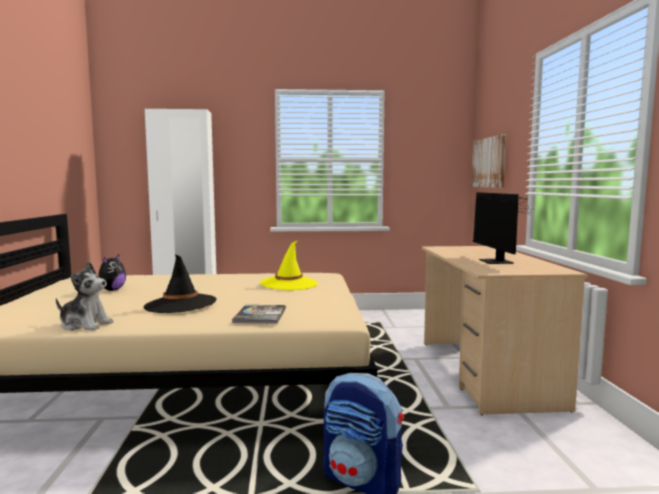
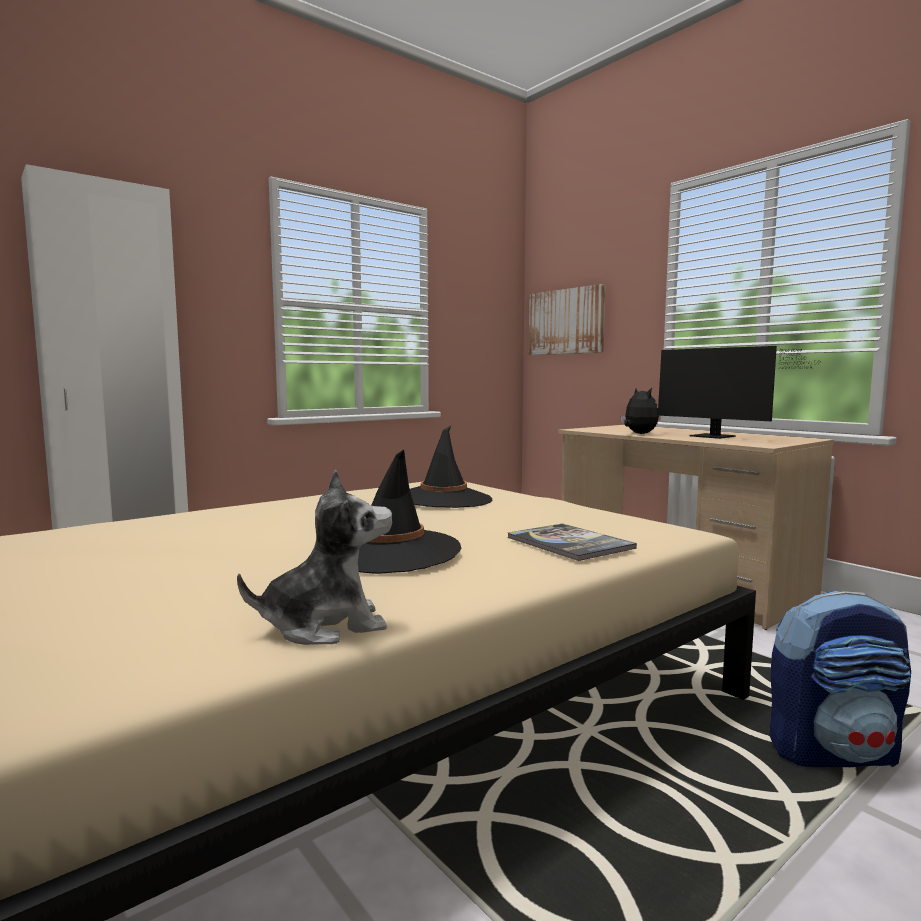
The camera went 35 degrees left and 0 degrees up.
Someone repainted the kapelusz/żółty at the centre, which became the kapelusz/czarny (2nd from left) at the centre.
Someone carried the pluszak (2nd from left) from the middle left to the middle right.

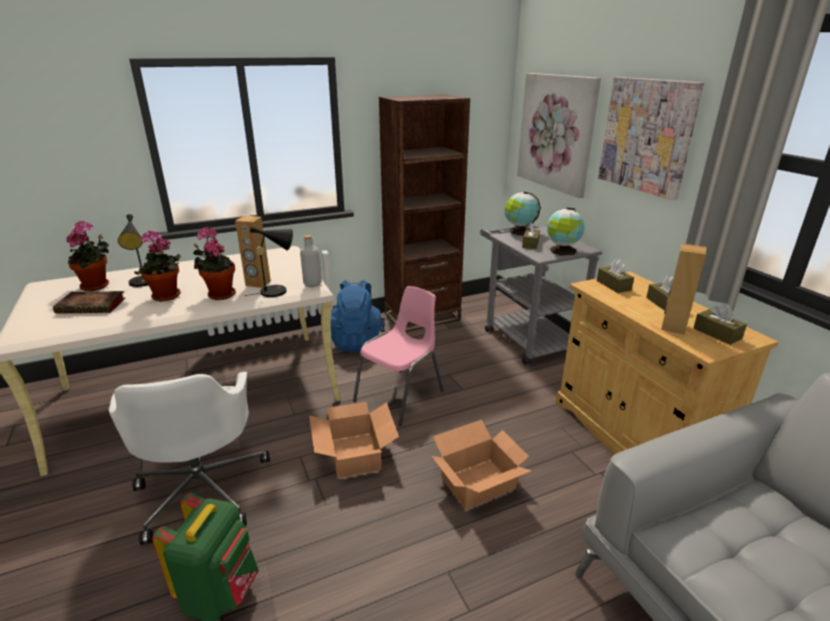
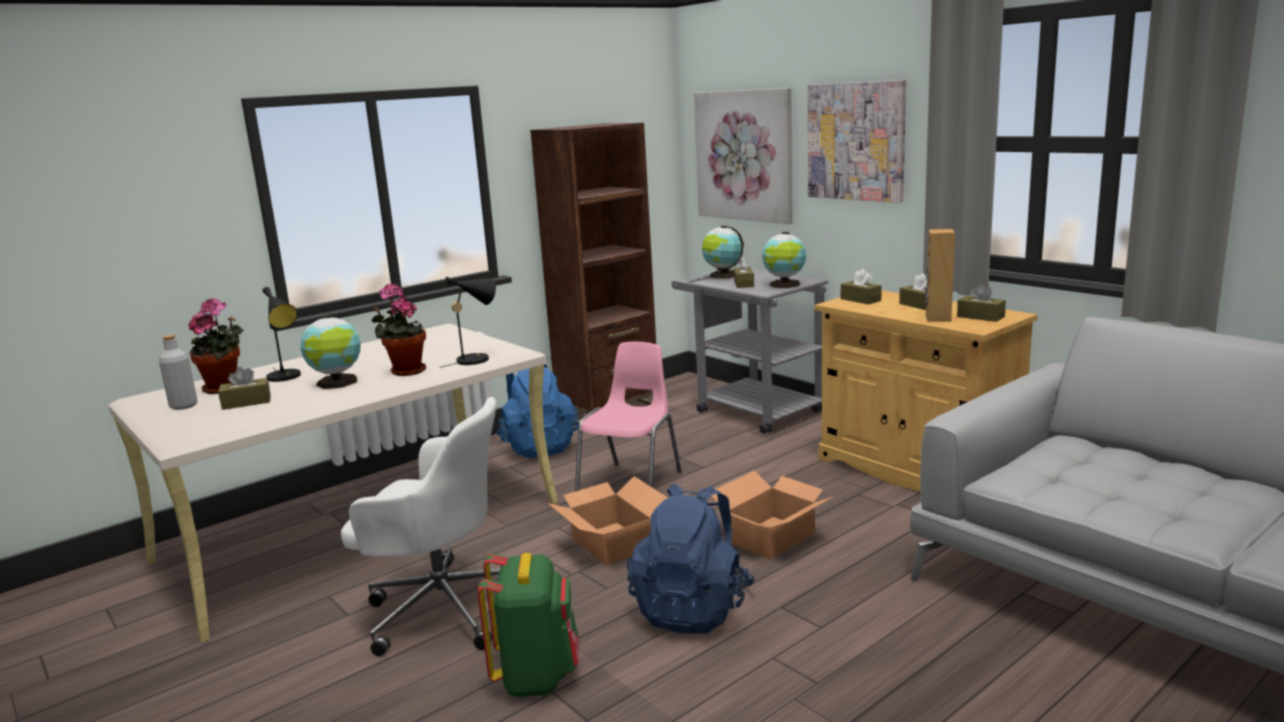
The camera went 15 degrees left and 10 degrees down.
Someone carried the butelka/szary from the centre to the middle left.
Someone swapped the książka at the middle left for the pudełko chusteczek/brązowy (1st from left) at the middle left.
Someone swapped the roślina doniczkowa (2nd from left) at the middle left for the globus (1st from left) at the middle left.
Someone rotated the krzesło biurowe/biały at the bottom left by 45 degrees counterclockwise.
Someone put down the plecak/niebieski (2nd from left) at the bottom centre.
Someone took away the głośnik/brązowy (1st from left) at the middle left.

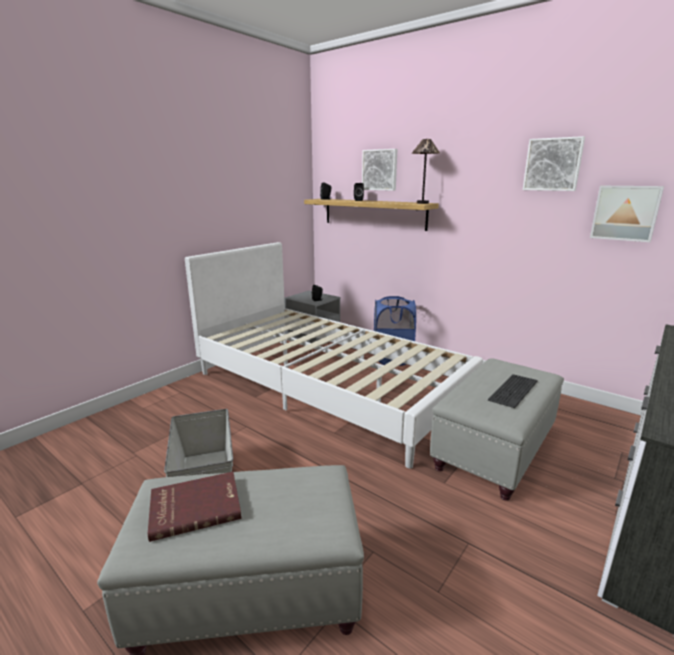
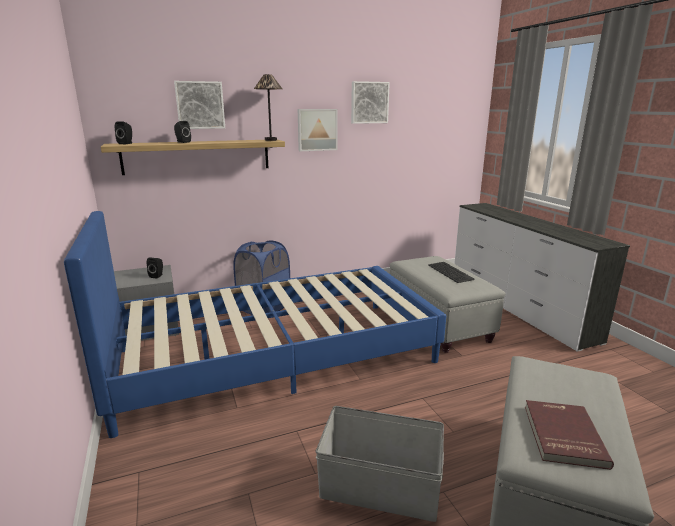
The camera went 60 degrees left and 0 degrees up.
Someone repainted the łóżko/biały at the centre, which became the łóżko/niebieski at the centre.
Someone carried the obraz (3rd from left in the first image) from the top right to the top centre.

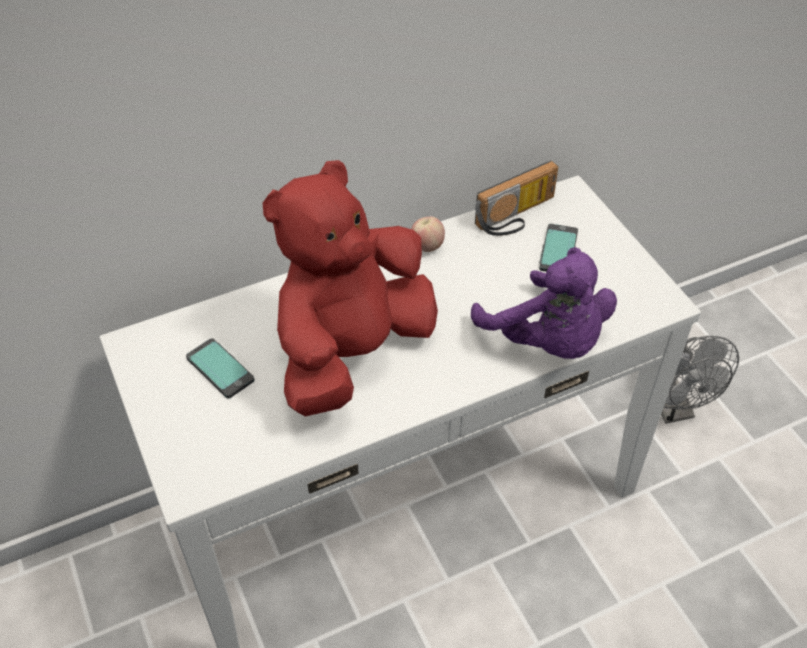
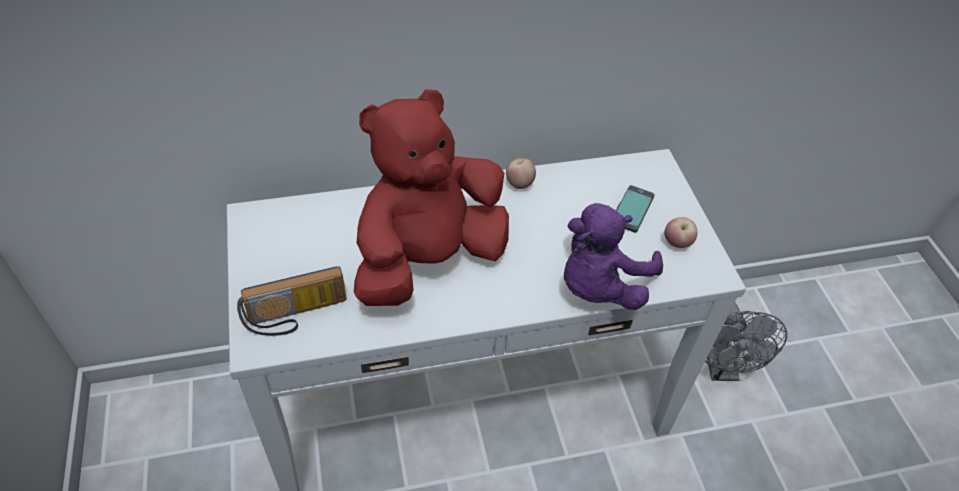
The camera went 10 degrees right and 0 degrees up.
Someone carried the radio from the top centre to the middle left.
Someone rotated the pluszak/fioletowy at the middle right by 60 degrees clockwise.
Someone put down the jabłko (2nd from left) at the middle right.
Someone took away the telefon (1st from left) at the middle left.

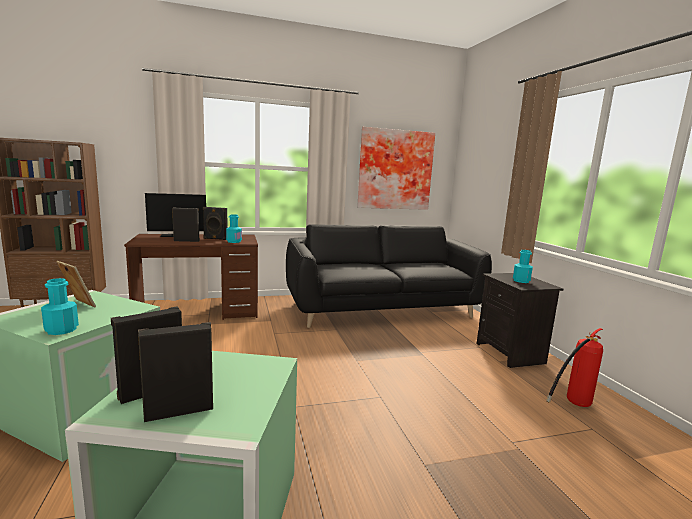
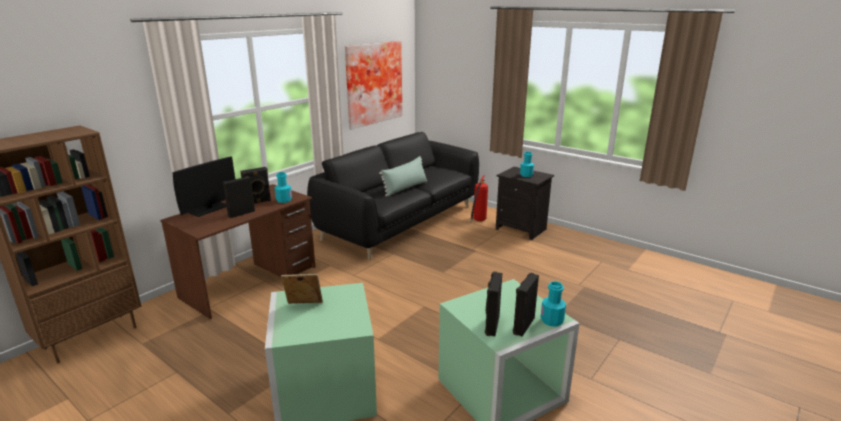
The camera went 35 degrees left and 10 degrees up.
Someone put down the poduszka/zielony at the centre.
Someone carried the gaśnica from the bottom right to the centre.
Someone carried the butelka/turkusowy (1st from left in the first image) from the middle left to the bottom centre.

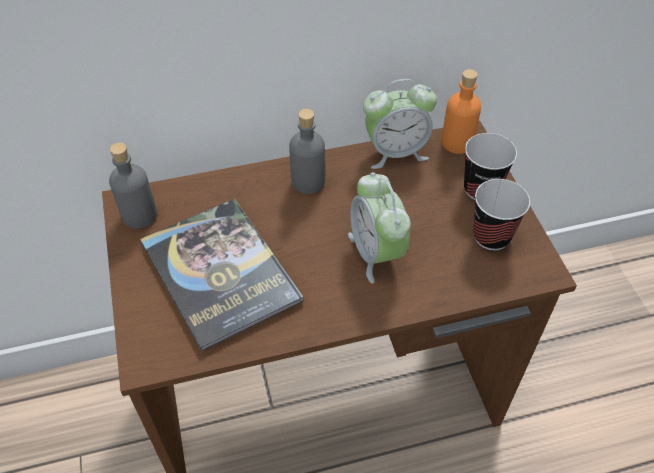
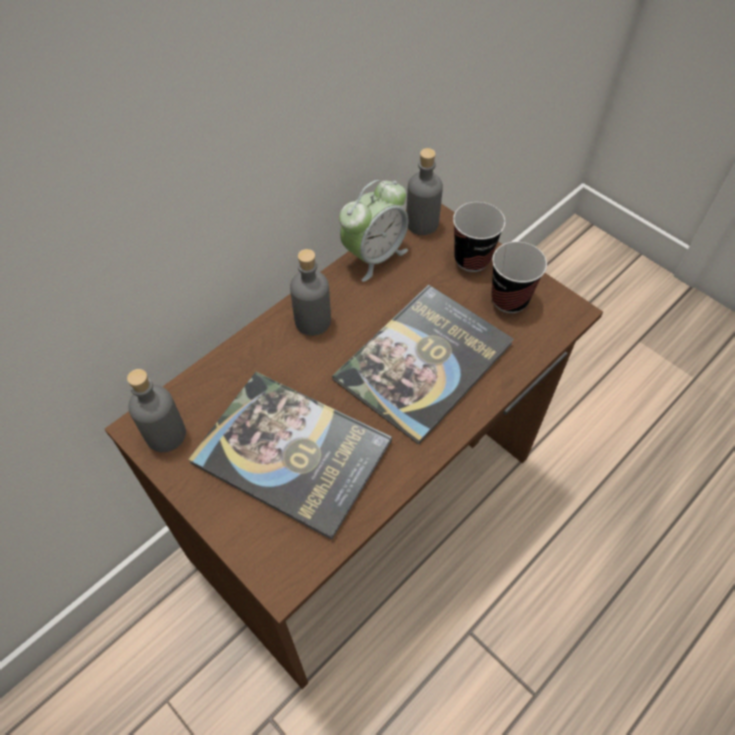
The camera went 30 degrees left and 5 degrees up.
Someone swapped the budzik (1st from left) at the centre for the książka (2nd from left) at the centre.
Someone repainted the butelka/pomarańczowy at the top right, which became the butelka/szary (3rd from left) at the top centre.

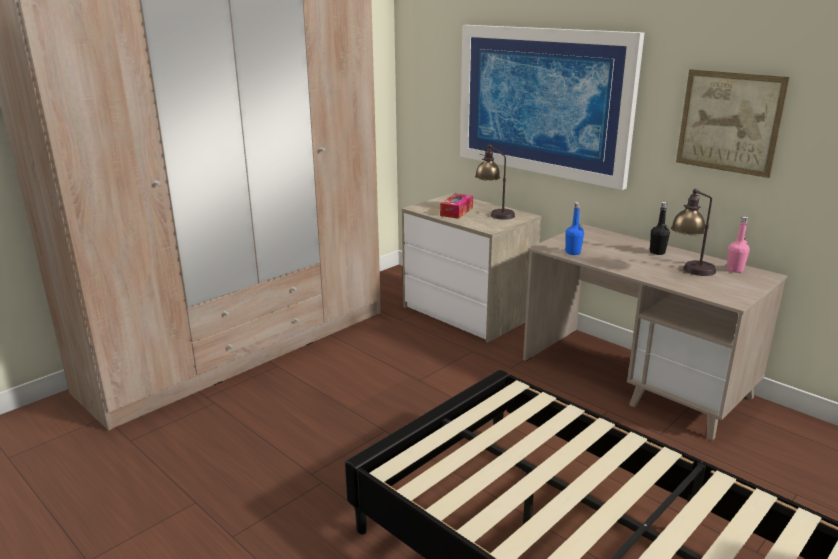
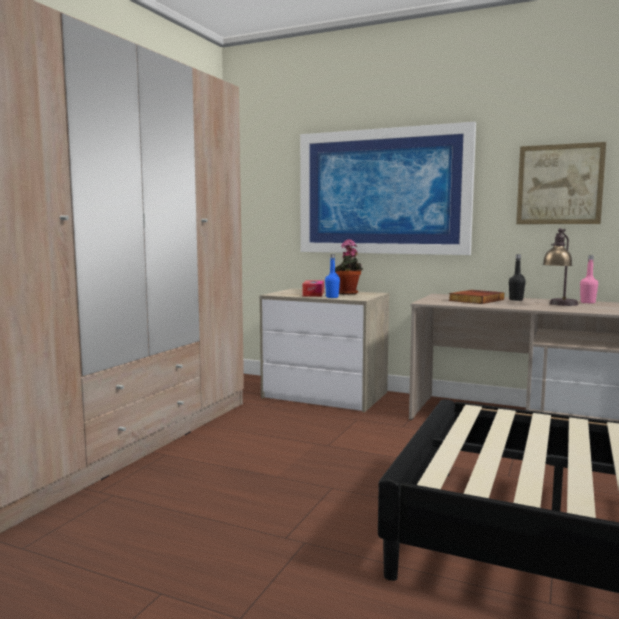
The camera went 20 degrees left and 15 degrees down.
Someone carried the butelka/niebieski from the middle right to the centre.
Someone swapped the lampa stołowa (1st from left) at the top centre for the roślina doniczkowa at the centre.
Someone put down the książka at the middle right.

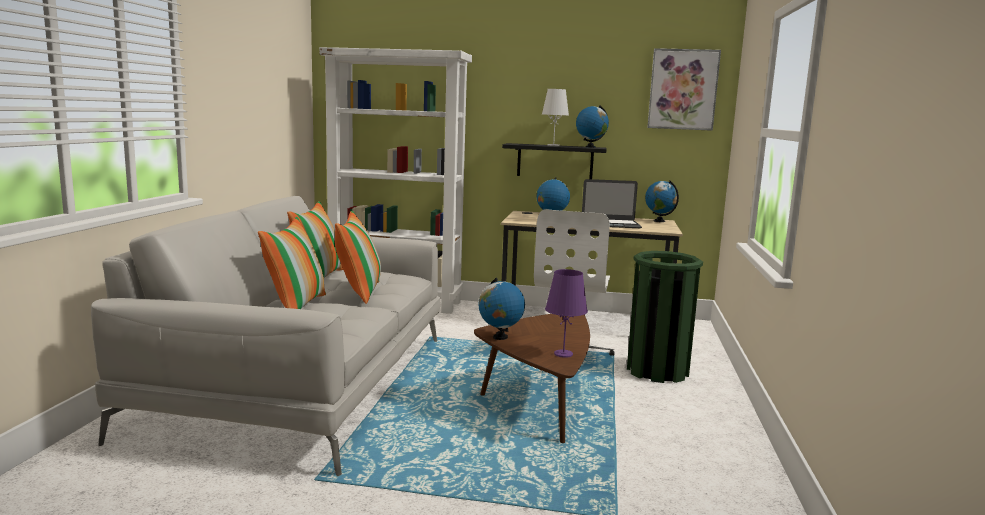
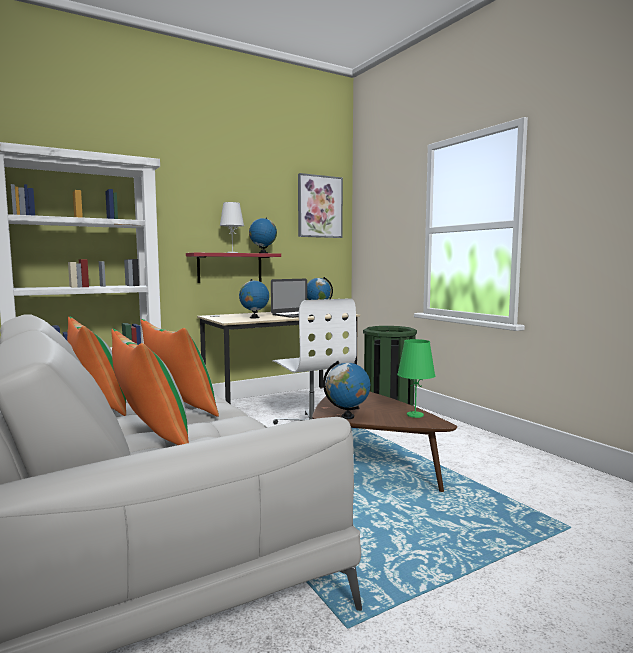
The camera went 40 degrees left and 5 degrees down.
Someone repainted the półka/czarny at the top centre, which became the półka/czerwony at the centre.
Someone repainted the lampa stołowa/fioletowy at the centre, which became the lampa stołowa/zielony at the centre.

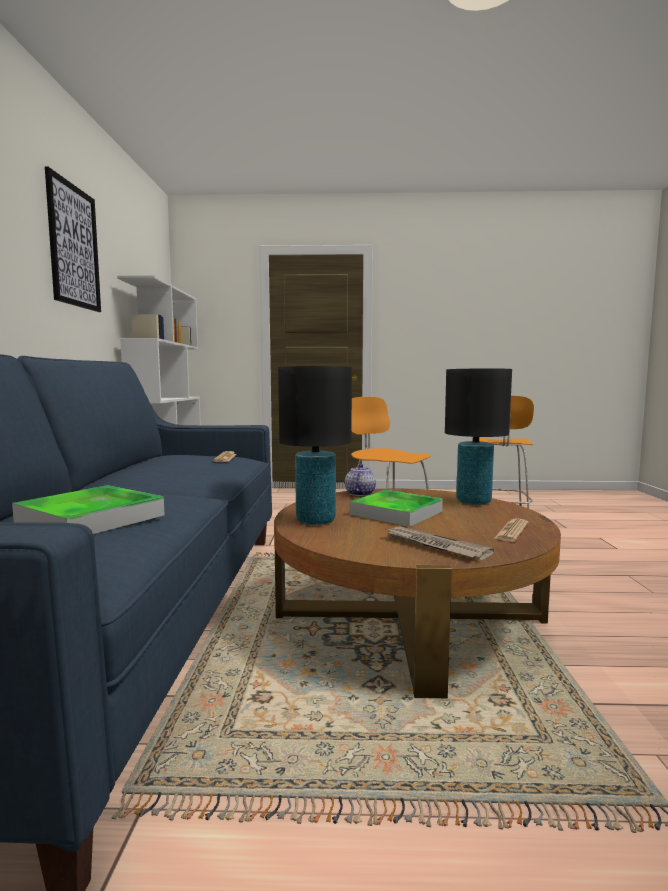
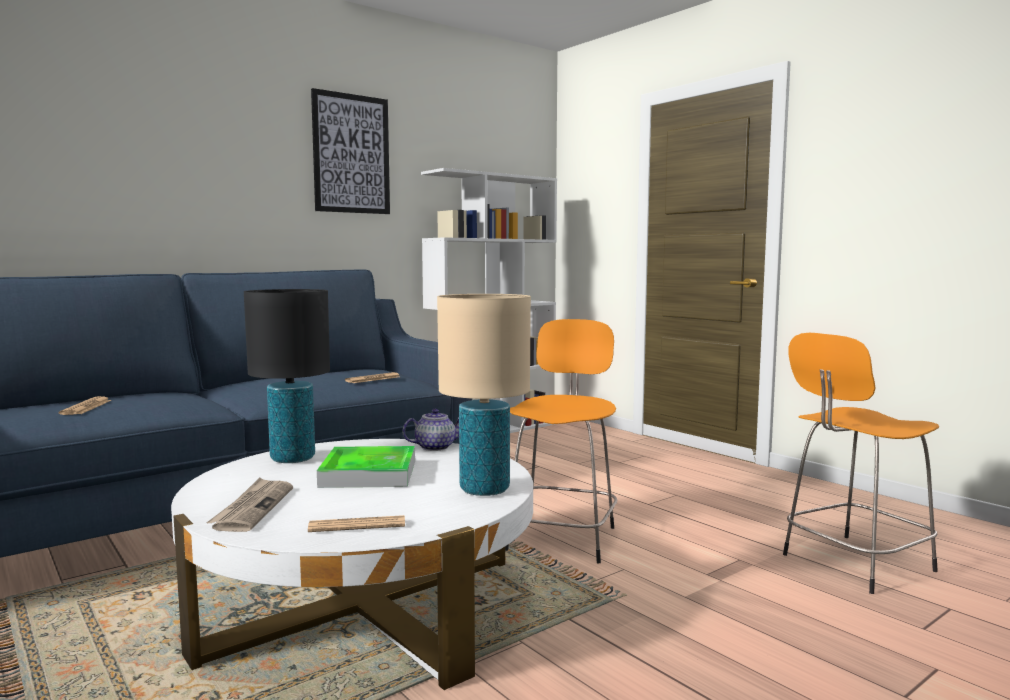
The camera went 50 degrees right and 0 degrees up.
Someone swapped the taca (1st from left) at the middle left for the gazeta (1st from left) at the middle left.
Someone repainted the ława/brązowy at the centre, which became the ława/biały at the bottom centre.
Someone repainted the lampa stołowa/czarny (2nd from left) at the middle right, which became the lampa stołowa/beżowy at the centre.

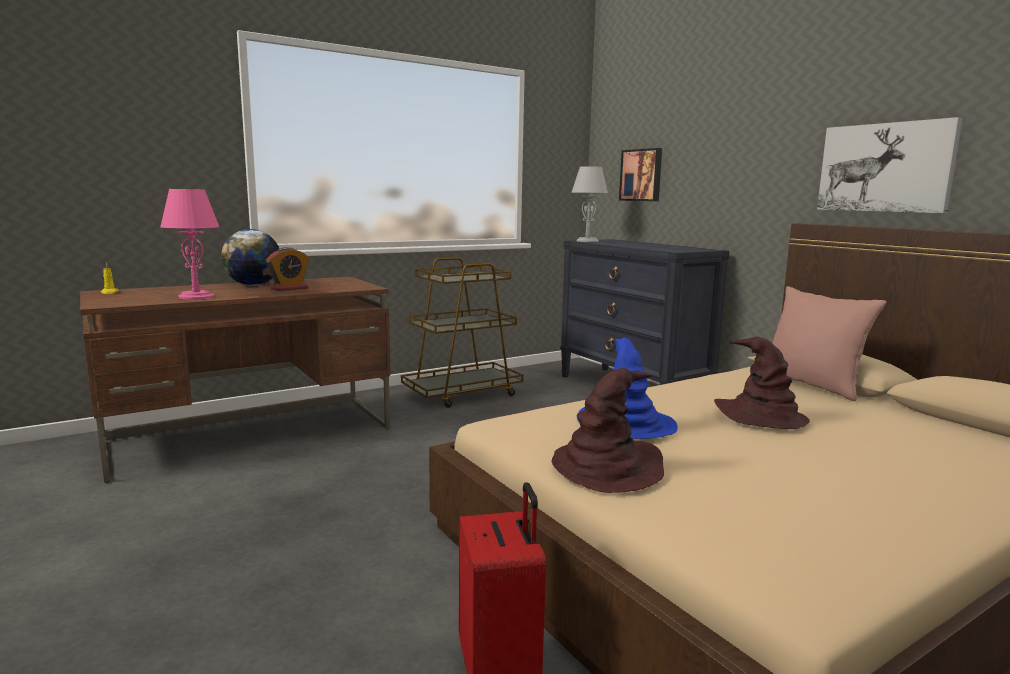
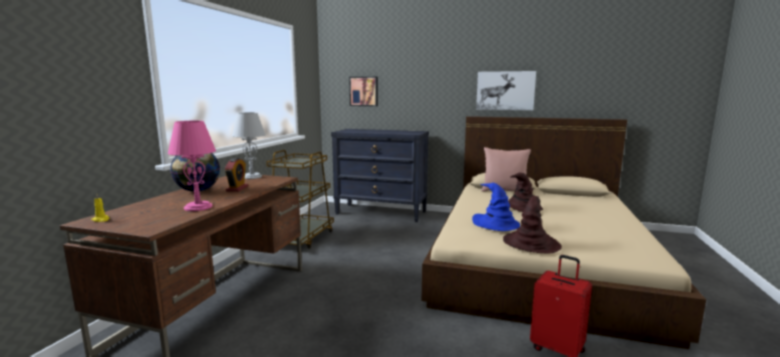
The camera went 40 degrees left and 0 degrees up.
Someone carried the lampa stołowa/szary from the top centre to the middle left.

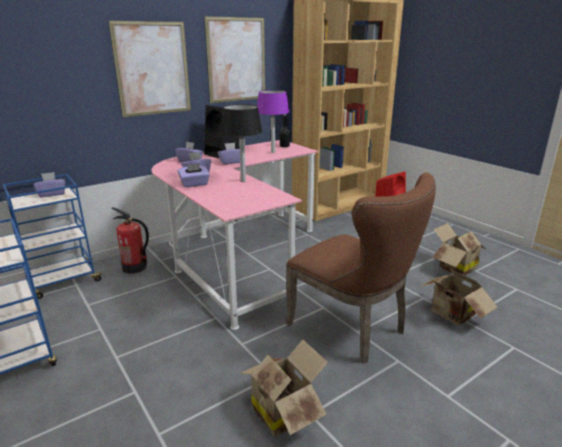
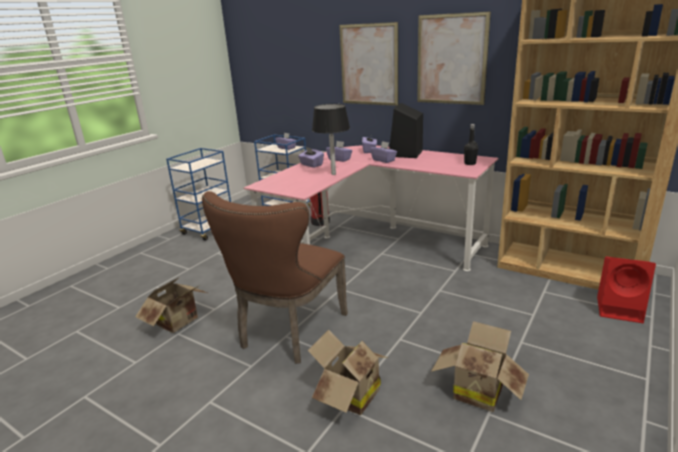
The camera went 70 degrees right and 0 degrees up.
Someone took away the lampa stołowa/fioletowy at the top centre.

